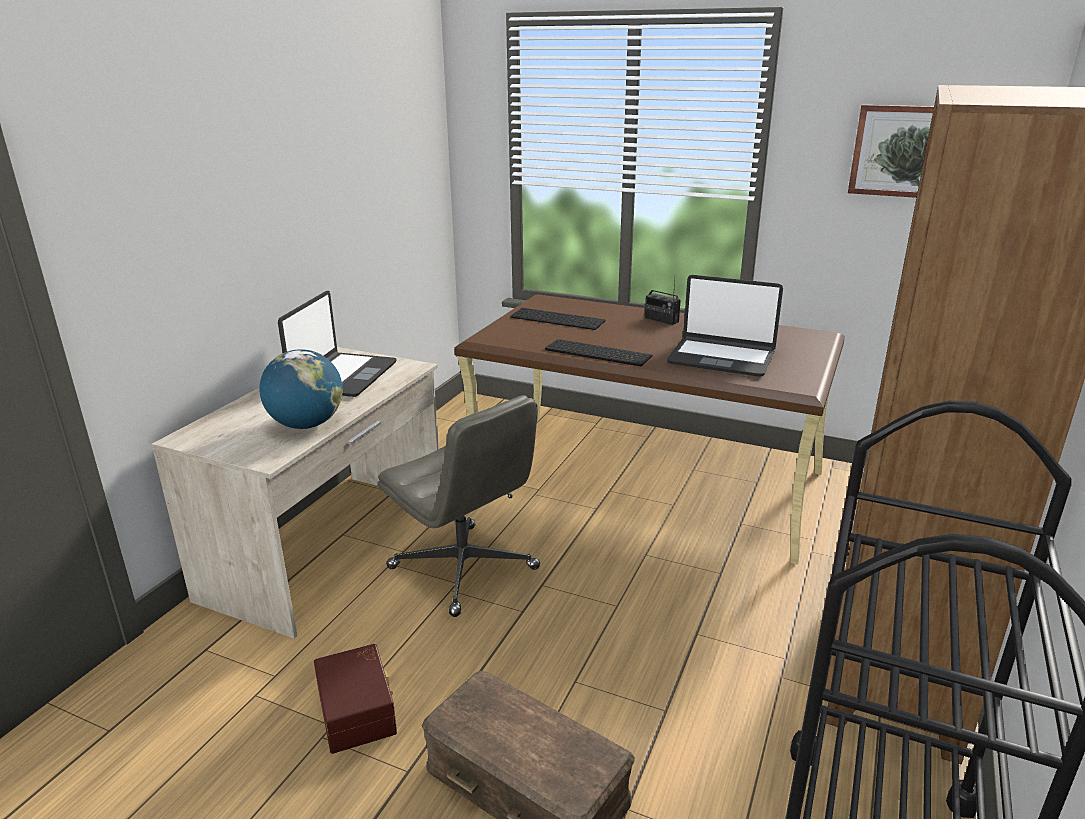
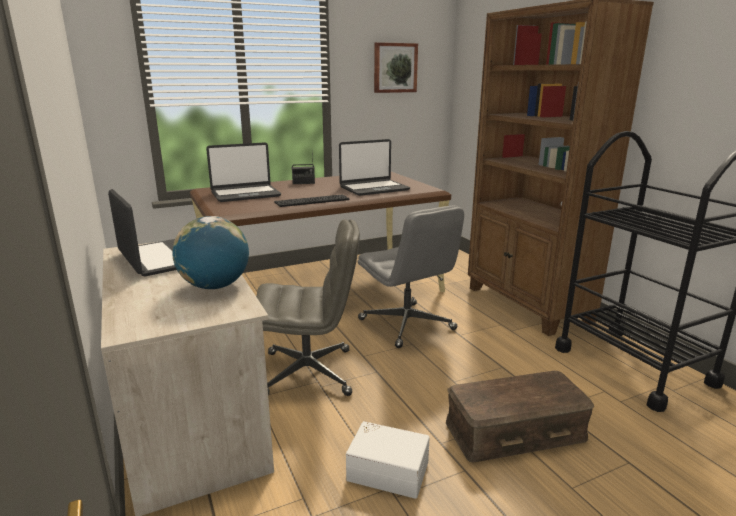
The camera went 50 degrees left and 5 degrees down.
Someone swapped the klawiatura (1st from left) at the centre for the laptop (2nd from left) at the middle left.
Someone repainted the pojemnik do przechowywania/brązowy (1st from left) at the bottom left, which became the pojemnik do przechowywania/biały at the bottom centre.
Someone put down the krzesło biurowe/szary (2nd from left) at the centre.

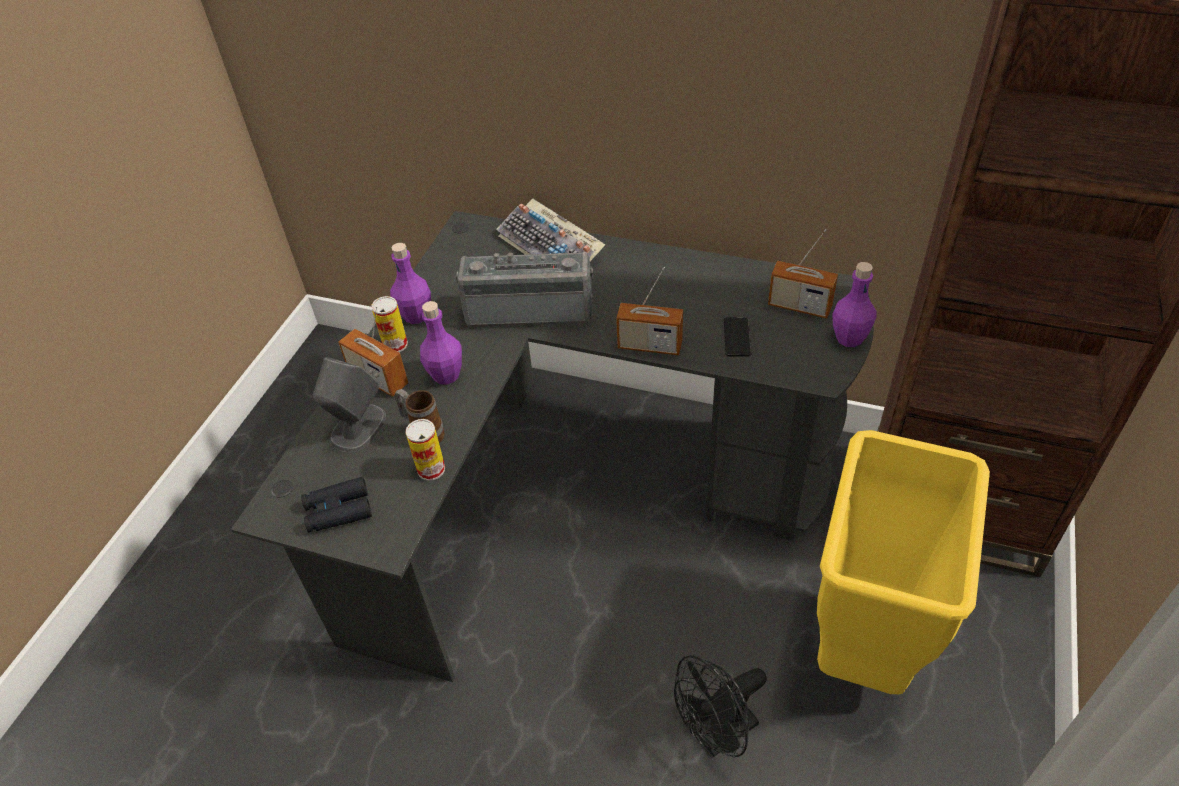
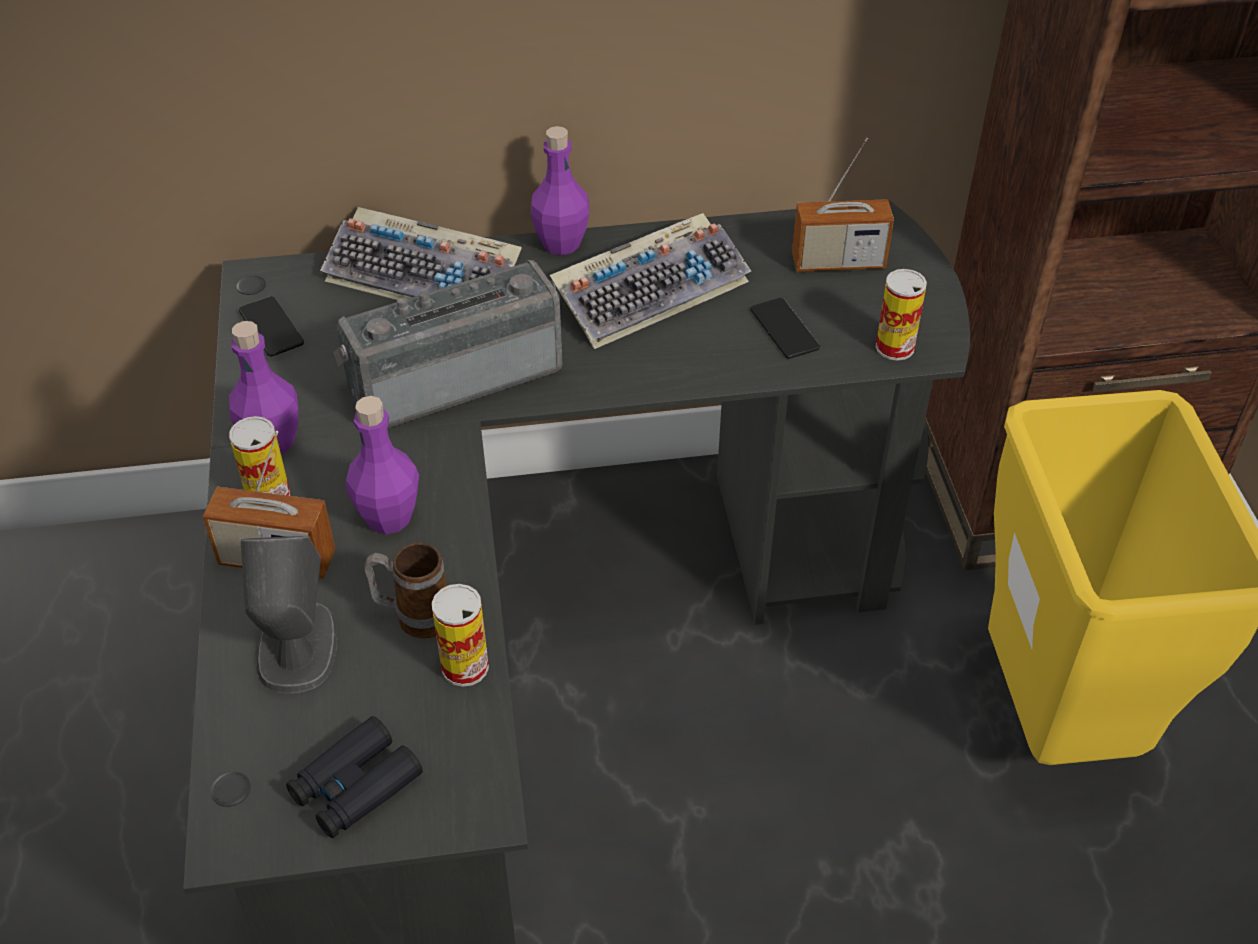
The camera went 30 degrees left and 0 degrees up.
Someone put down the telefon (1st from left) at the middle left.
Someone carried the butelka/fioletowy (3rd from left) from the middle right to the top centre.
Someone put down the klawiatura (2nd from left) at the top centre.
Someone put down the puszka (3rd from left) at the top right.
Someone took away the radio (3rd from left) at the centre.
Someone took away the wentylator/czarny at the bottom centre.

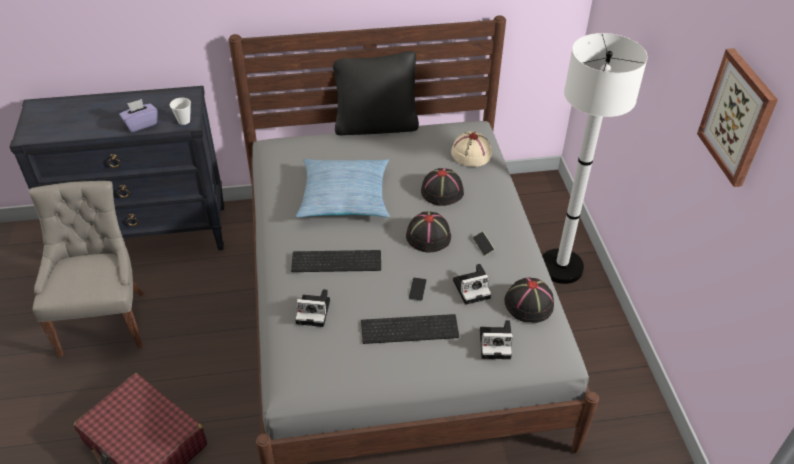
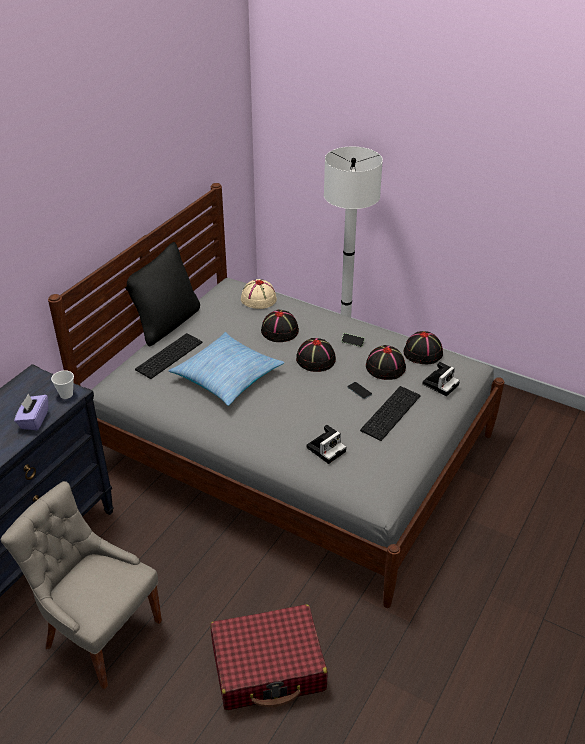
The camera went 50 degrees left and 5 degrees down.
Someone carried the klawiatura (1st from left) from the centre to the middle left.
Someone swapped the aparat fotograficzny (2nd from left) at the centre for the kapelusz/czarny (3rd from left) at the centre.
Someone took away the obraz at the top right.

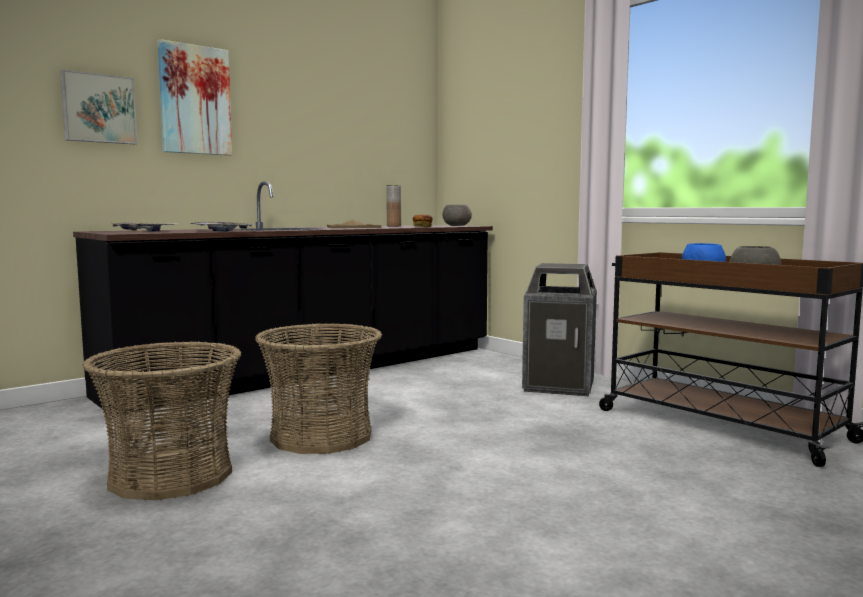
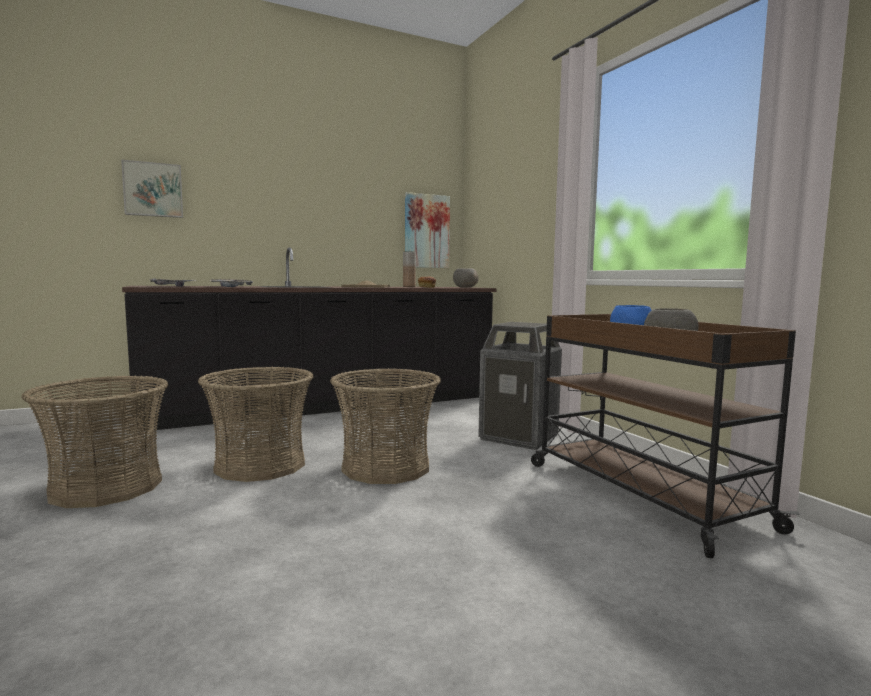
The camera went 15 degrees right and 0 degrees up.
Someone put down the koszyk (3rd from left) at the centre.
Someone carried the obraz (2nd from left) from the top left to the top centre.

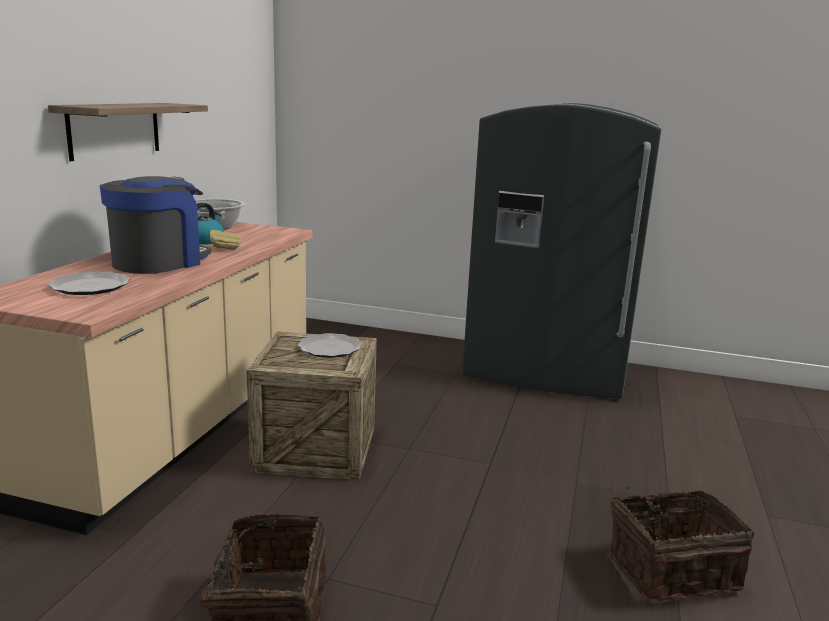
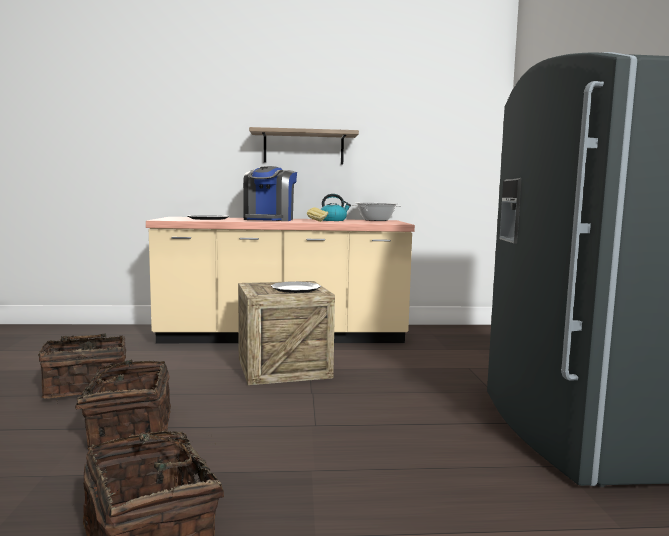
The camera went 70 degrees right and 10 degrees down.
Someone put down the koszyk (2nd from left) at the bottom left.
Someone rotated the ekspres do kawy at the middle left by 90 degrees clockwise.

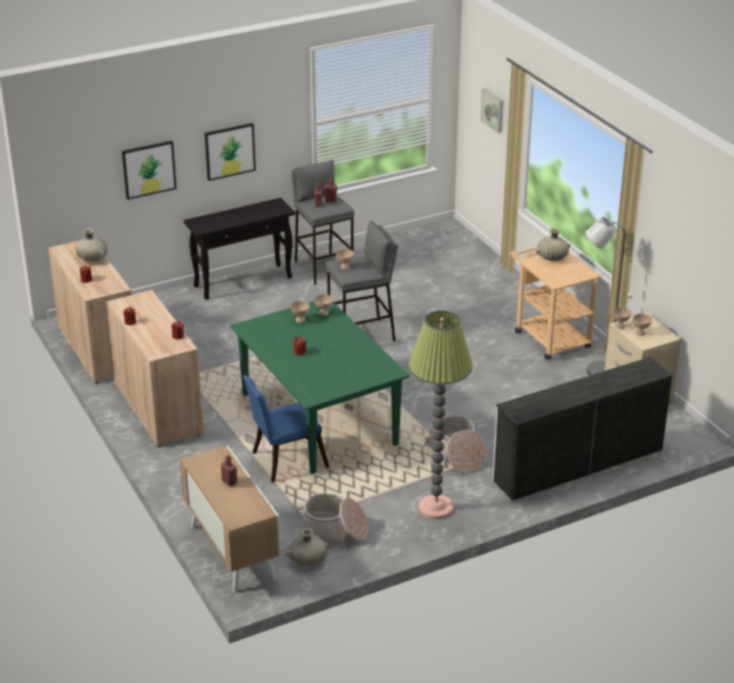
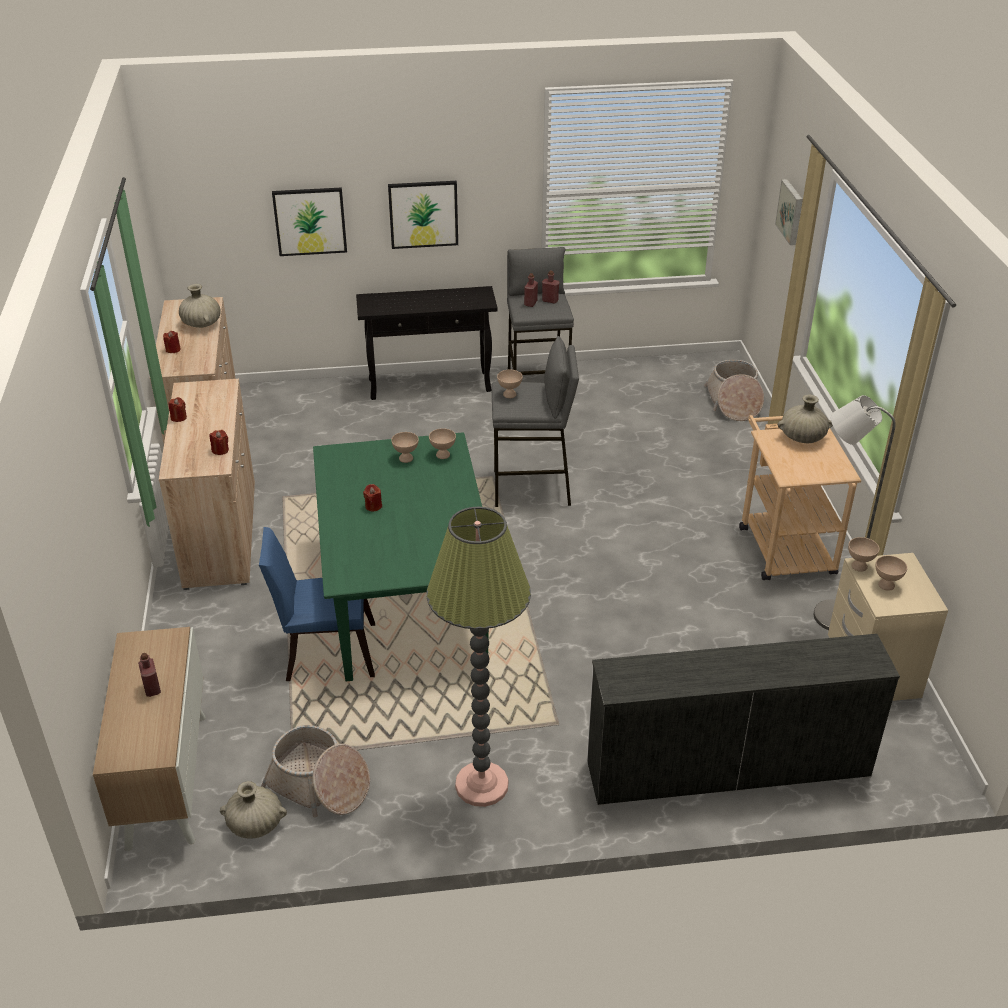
The camera went 20 degrees right and 5 degrees up.
Someone carried the koszyk (2nd from left) from the centre to the middle right.

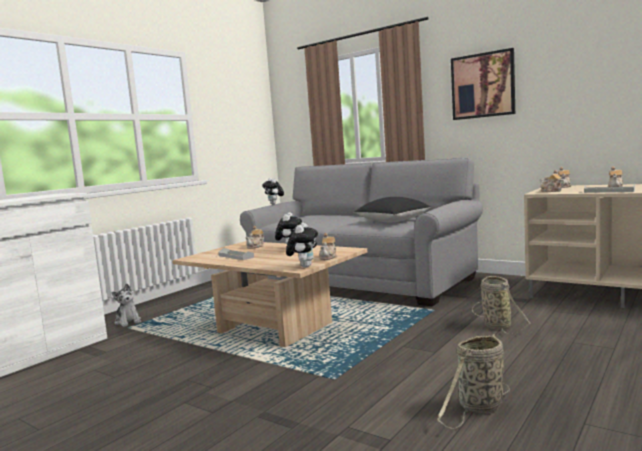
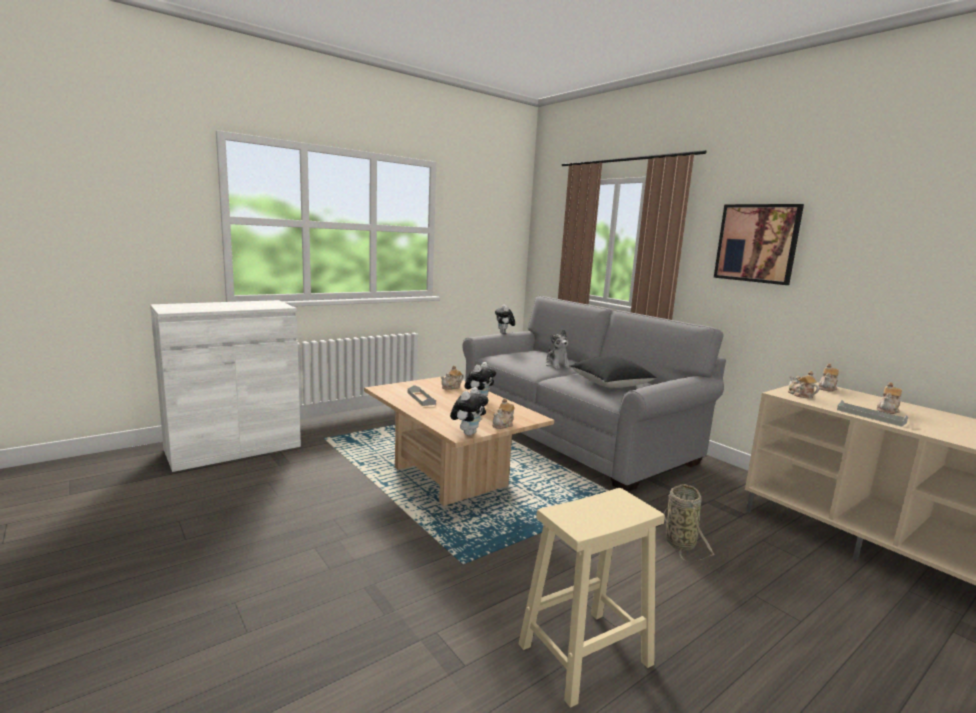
The camera went 15 degrees right and 5 degrees up.
Someone swapped the koszyk (1st from left) at the bottom right for the stołek/beżowy at the bottom centre.
Someone carried the pluszak (1st from left in the first image) from the bottom left to the centre.

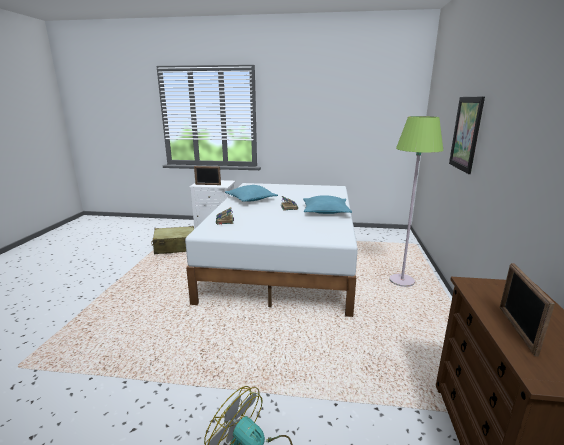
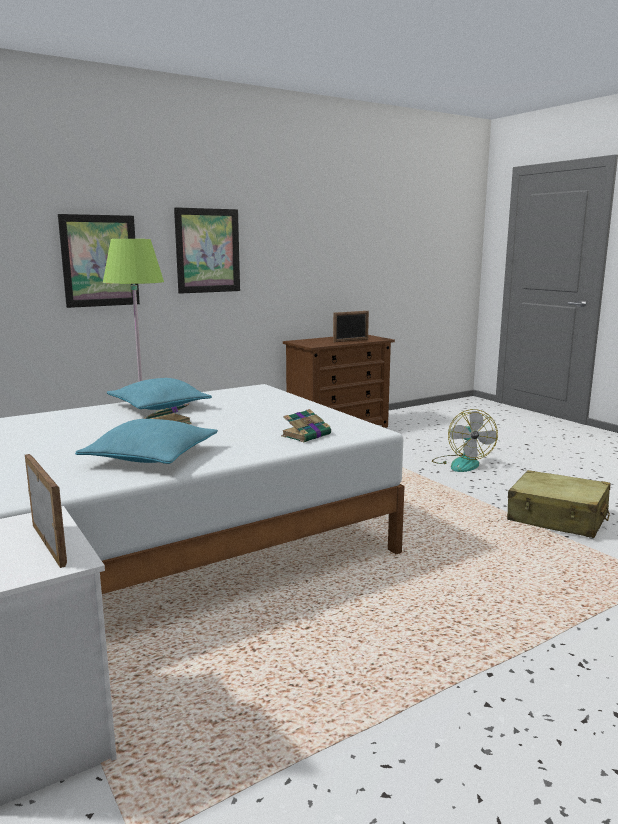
The camera went 130 degrees left and 5 degrees down.
Someone put up the obraz (2nd from left) at the top centre.
Someone carried the walizka/beżowy from the middle left to the middle right.

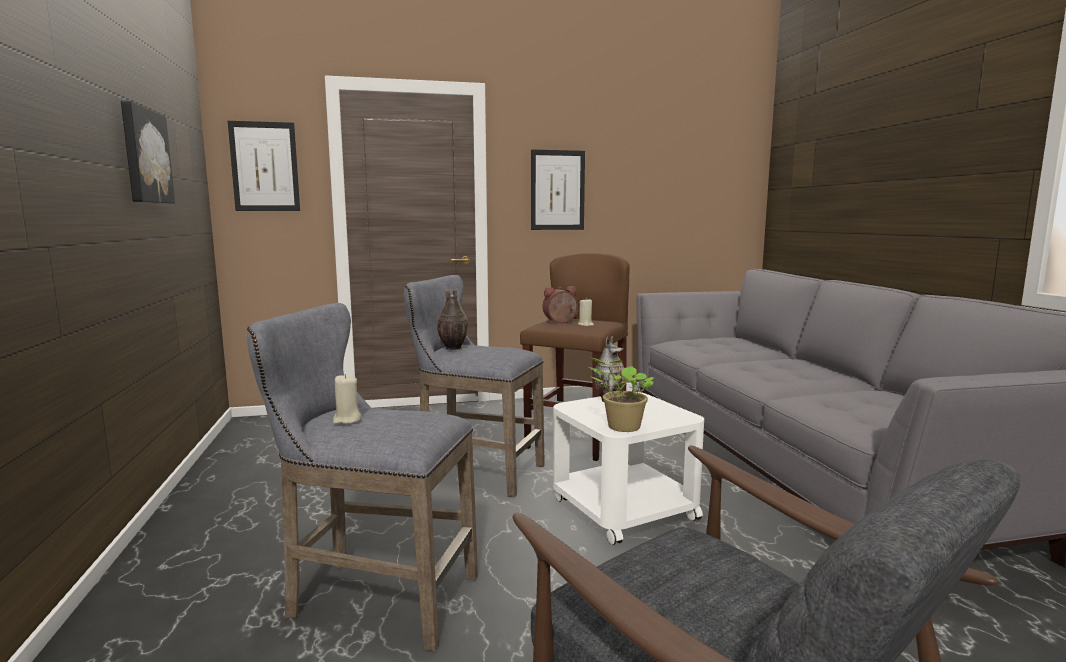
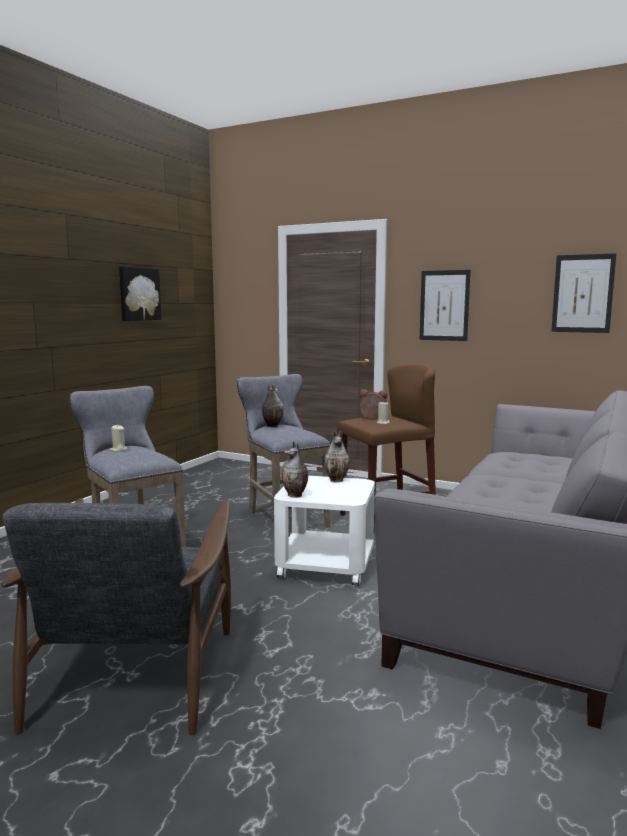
The camera went 40 degrees right and 0 degrees up.
Someone swapped the roślina doniczkowa at the centre for the wazon (2nd from left) at the centre.
Someone carried the obraz (2nd from left in the first image) from the top left to the middle right.

